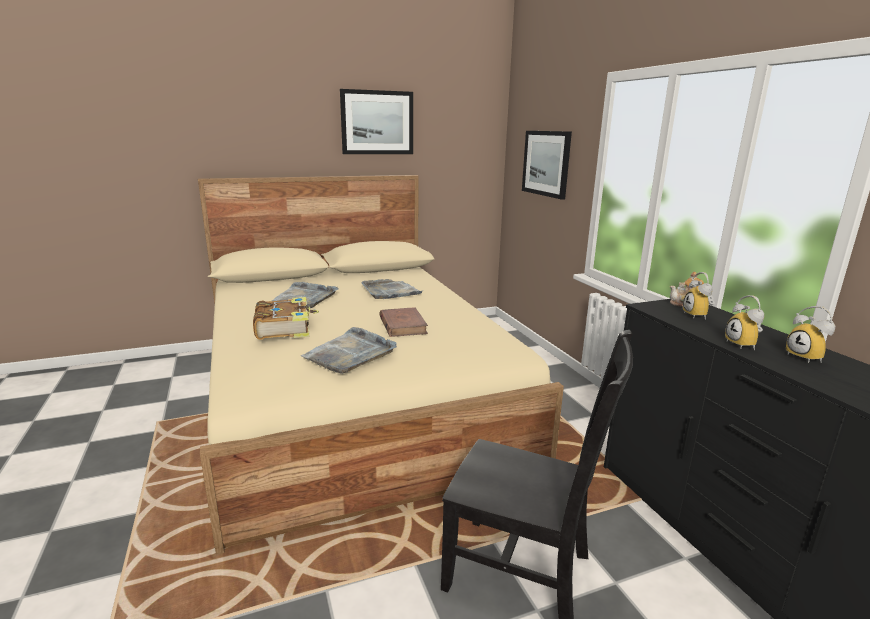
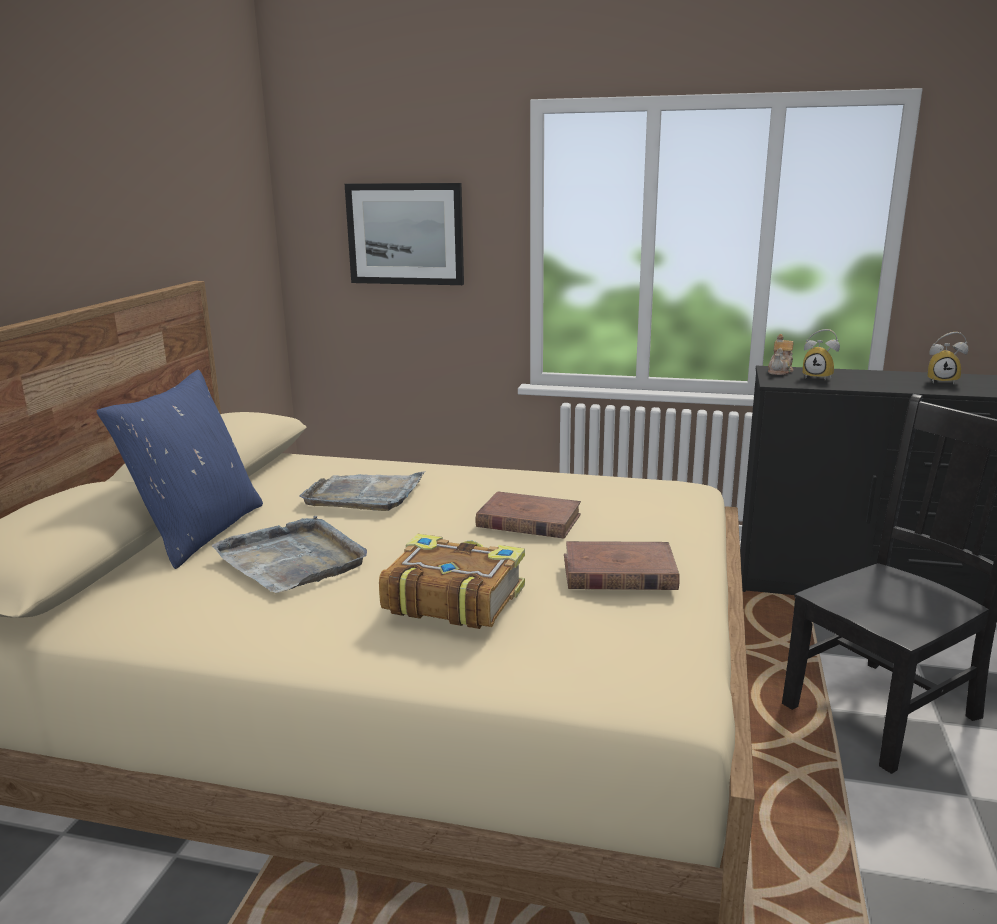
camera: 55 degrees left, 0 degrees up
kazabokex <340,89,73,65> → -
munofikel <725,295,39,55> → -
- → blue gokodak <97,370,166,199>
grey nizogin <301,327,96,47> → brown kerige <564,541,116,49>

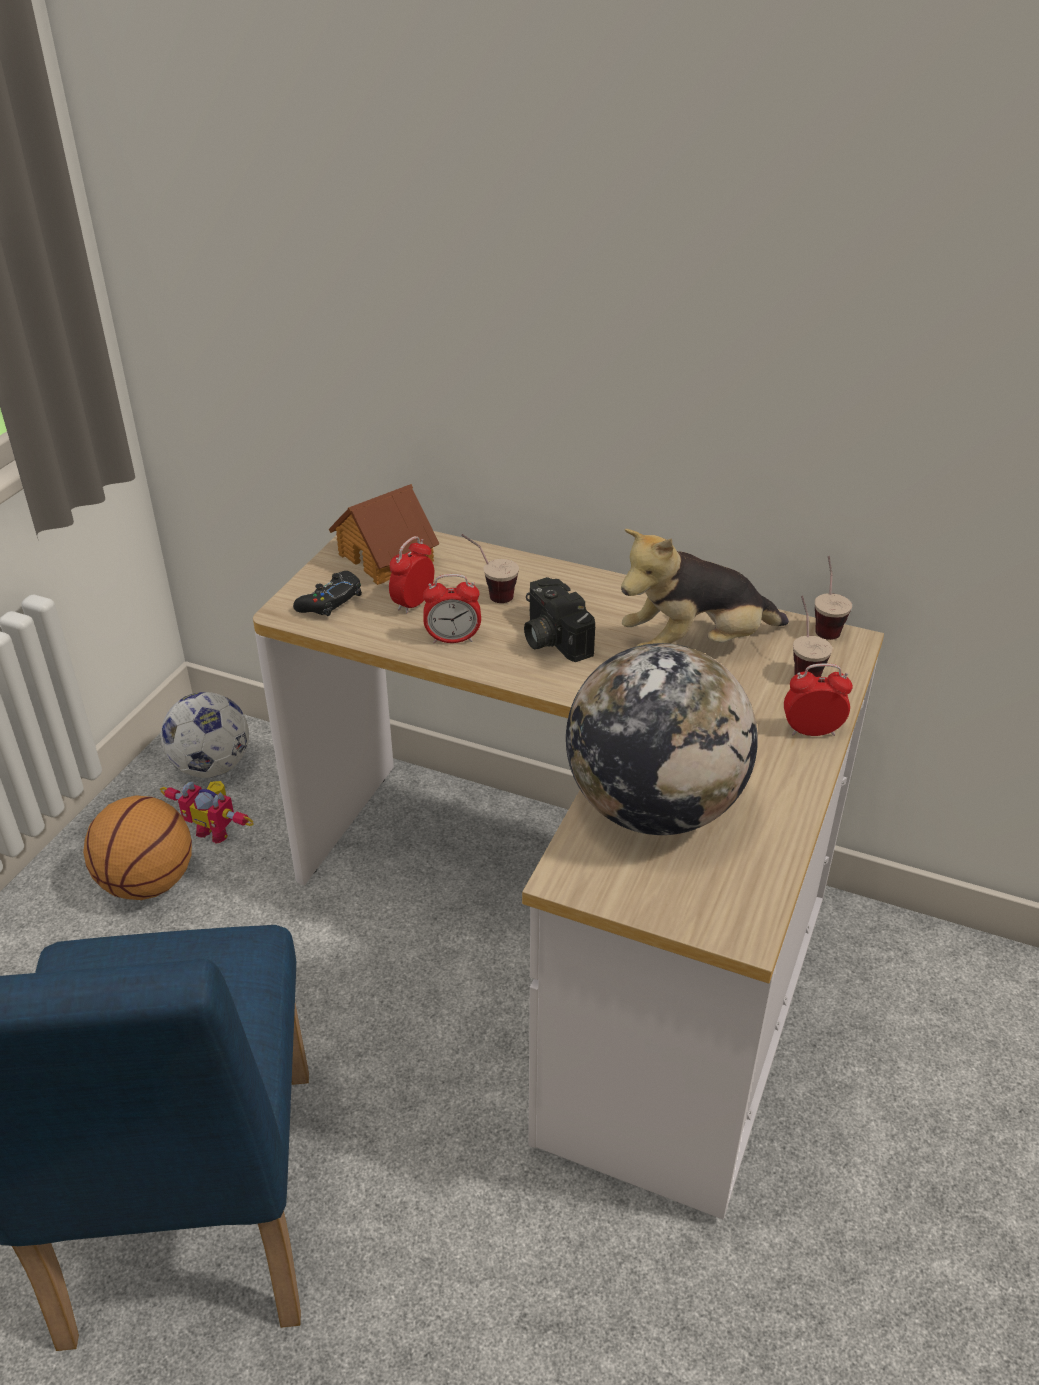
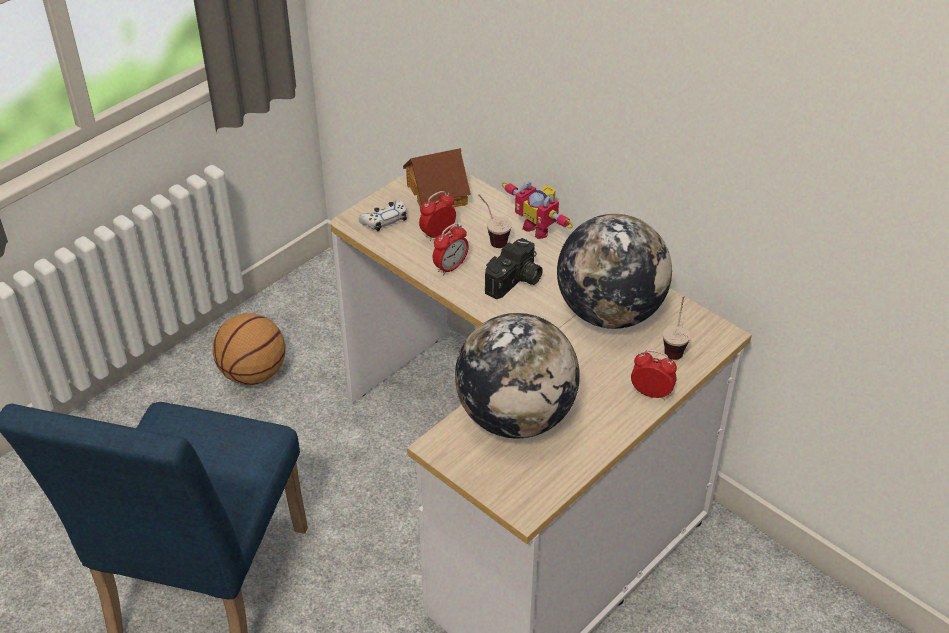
camera: 20 degrees right, 5 degrees up
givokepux <161,692,88,86> → -
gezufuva <815,556,37,84> → -
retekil <160,781,94,63> → retekil <502,181,71,58>, relocated
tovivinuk <621,529,168,118> → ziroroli <557,214,115,115>
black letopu <293,571,69,45> → white letopu <359,200,48,31>
munofikel <423,574,58,69> → munofikel <433,223,36,52>, 60 degrees counterclockwise
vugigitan <524,577,71,85> → vugigitan <485,238,58,61>, 135 degrees counterclockwise

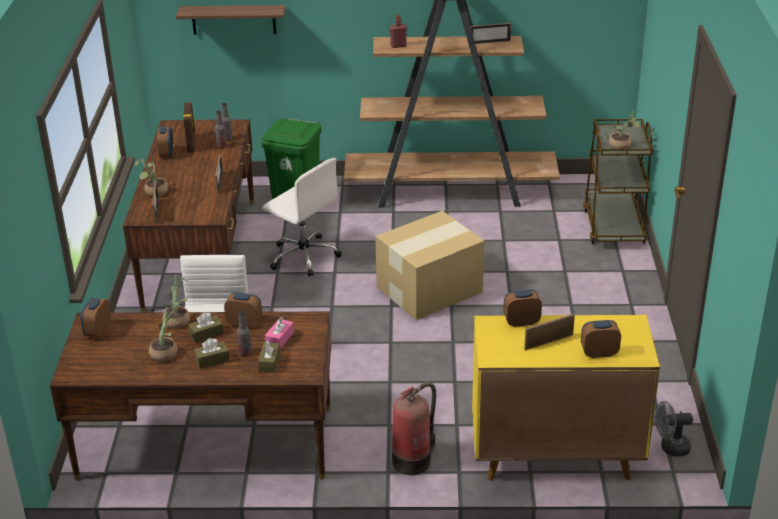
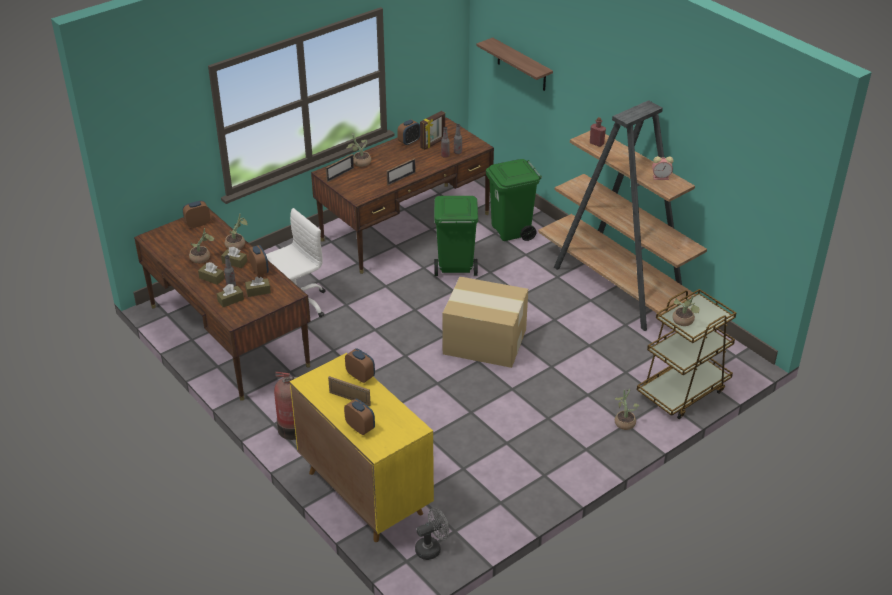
camera: 50 degrees right, 5 degrees up
- → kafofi <615,389,24,41>
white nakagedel <262,158,80,119> → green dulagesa <434,196,44,80>
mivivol <471,23,40,21> → munofikel <652,156,21,24>
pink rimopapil <265,317,29,32> → brown rimopapil <245,277,26,20>
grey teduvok <655,401,38,56> → grey teduvok <415,508,34,52>, 105 degrees clockwise

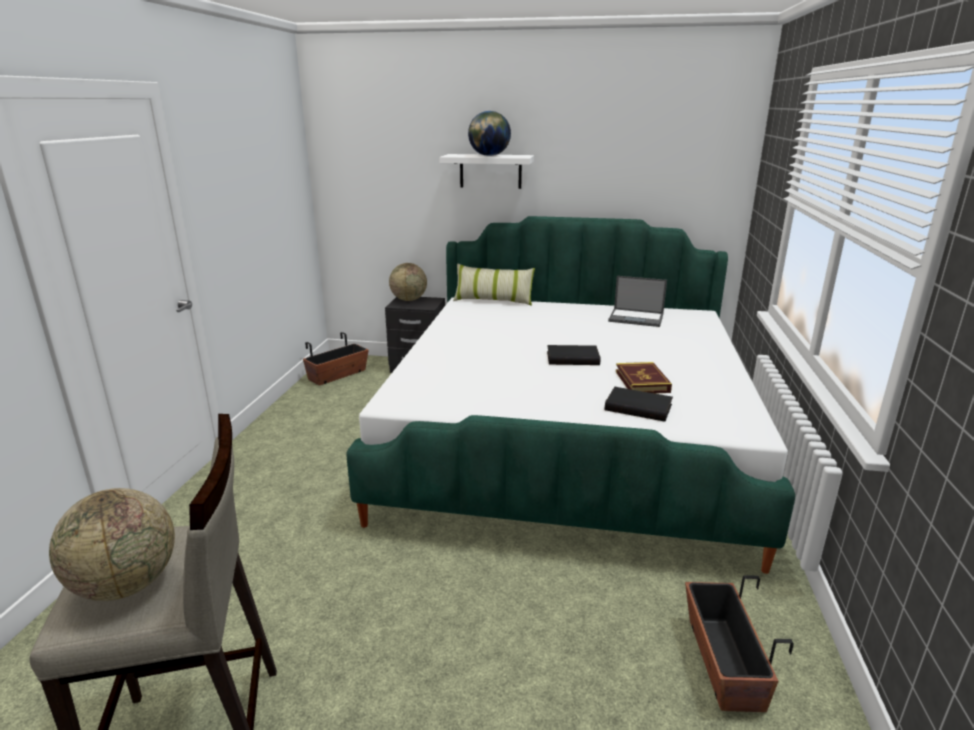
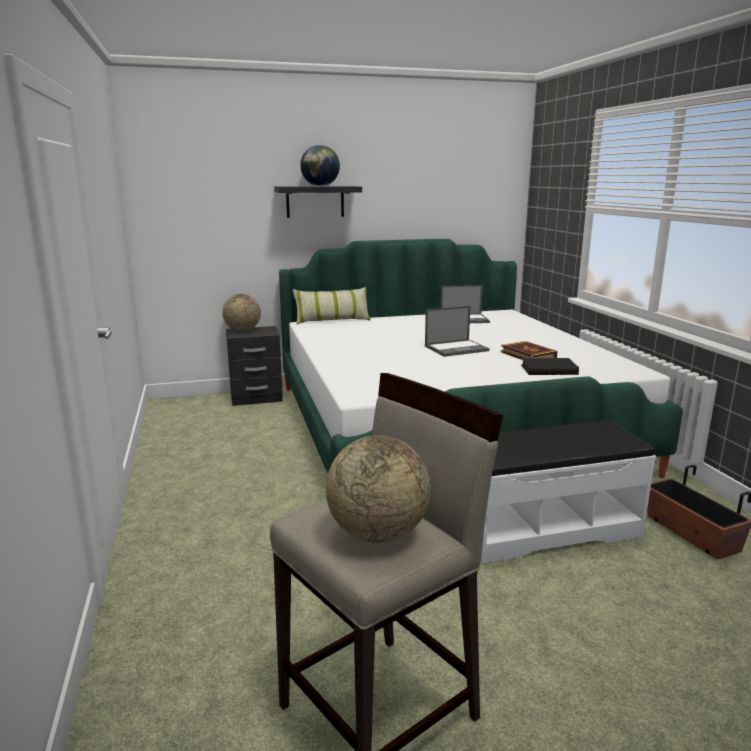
camera: 25 degrees left, 5 degrees down
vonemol <303,332,66,53> → -
- → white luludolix <480,420,176,144>
black kerige <547,345,54,20> → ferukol <425,306,65,51>
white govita <439,154,95,35> → black govita <274,186,88,32>

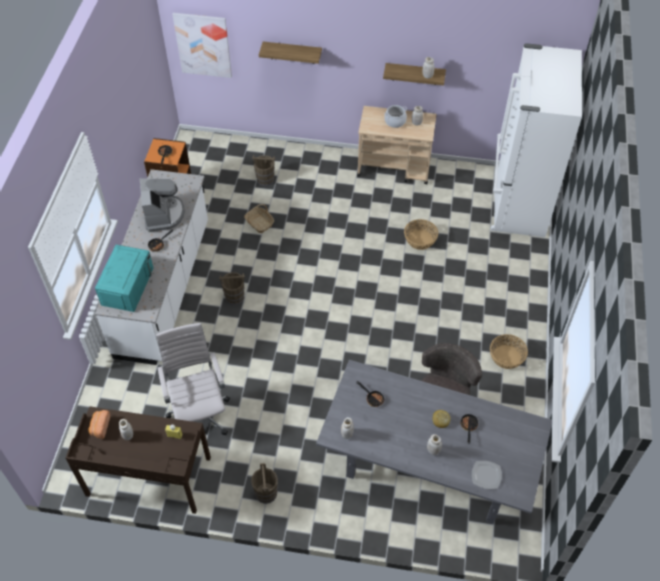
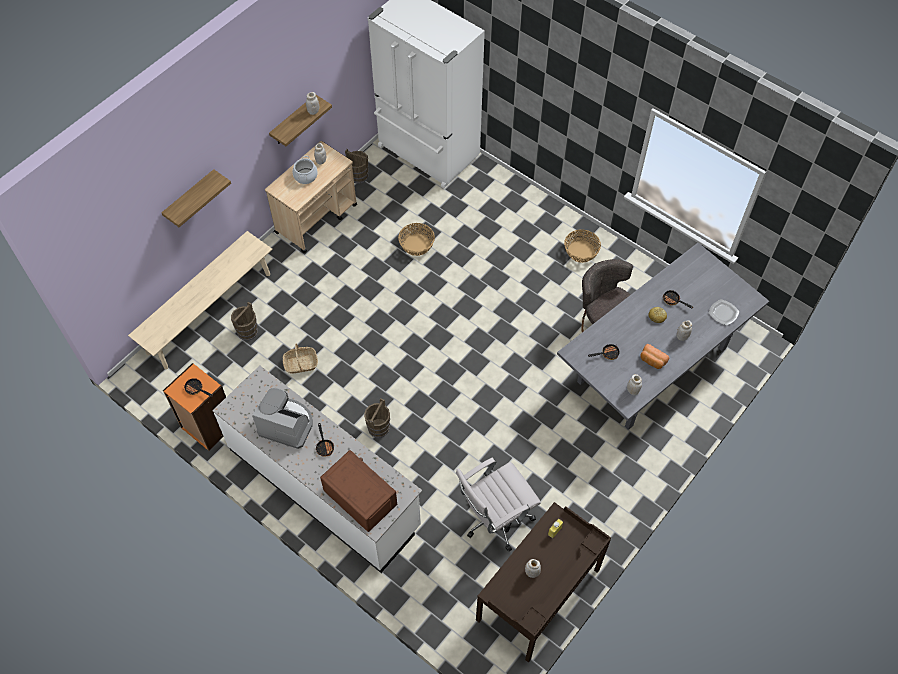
camera: 60 degrees left, 5 degrees up
kazabokex <172,13,60,65> → -
- → beige luludolix <128,231,144,138>
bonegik <88,410,22,29> → bonegik <640,344,29,25>, relocated
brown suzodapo <251,463,27,41> → brown suzodapo <345,149,23,35>, relocated
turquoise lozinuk <95,245,58,67> → brown lozinuk <320,450,77,82>
white nakagedel <156,323,74,112> → white nakagedel <456,458,85,94>, 45 degrees counterclockwise

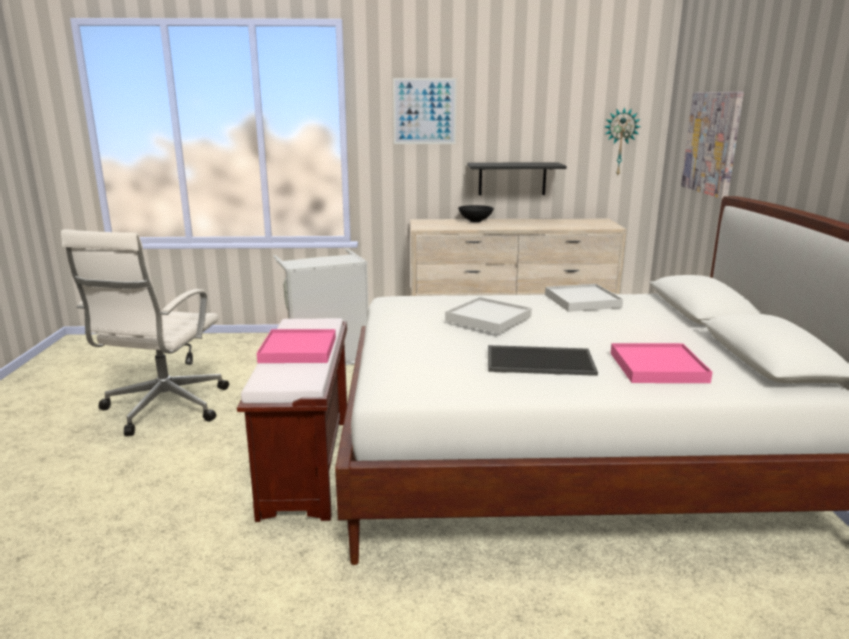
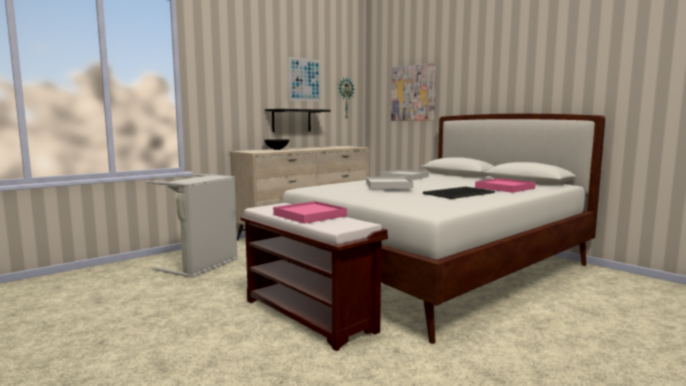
camera: 40 degrees left, 10 degrees down
white nakagedel <61,229,168,207> → -
kazabokex <393,78,64,66> → kazabokex <288,57,34,44>, relocated

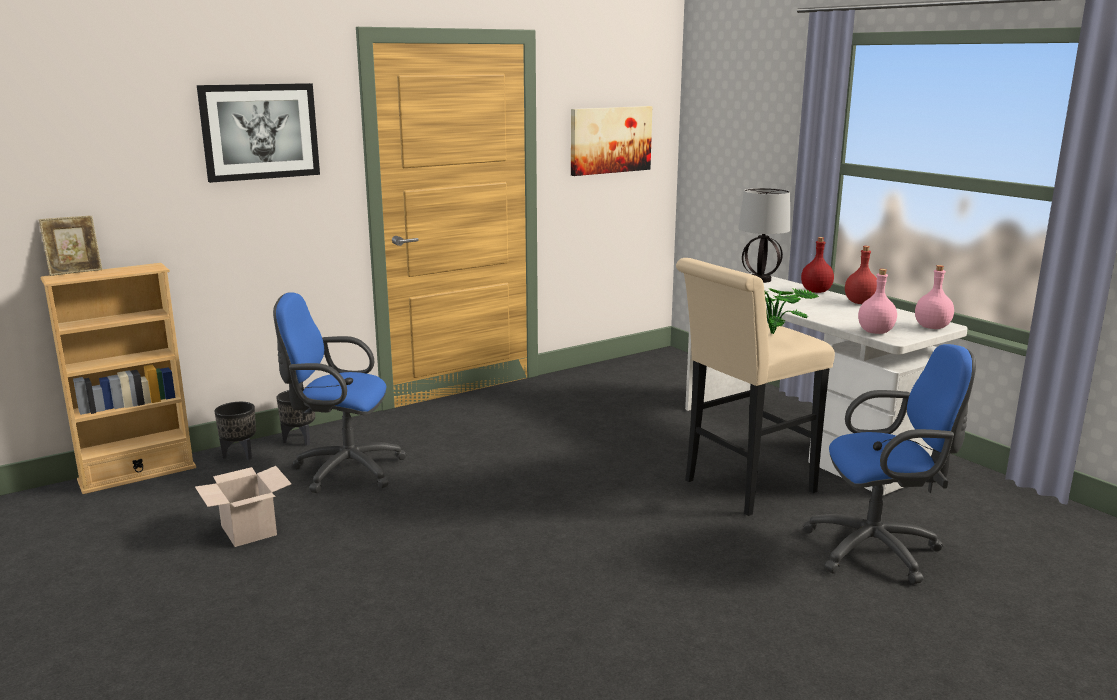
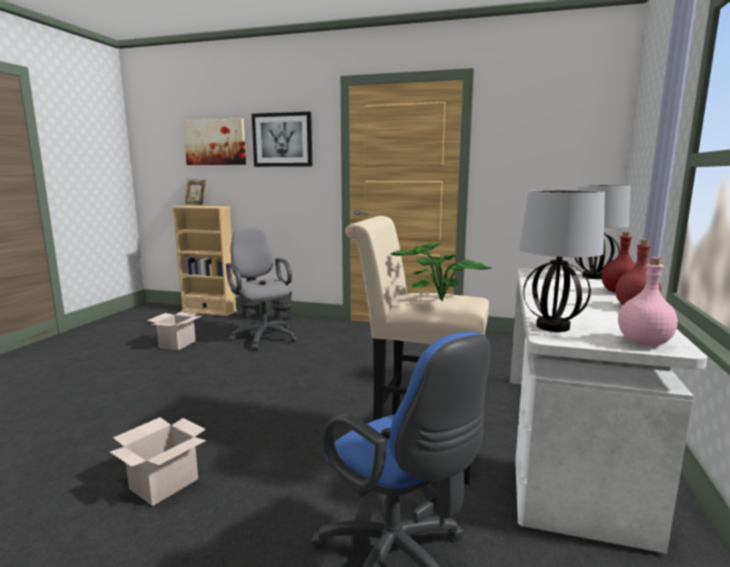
camera: 50 degrees right, 5 degrees down
- → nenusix <110,417,96,89>
kazabokex <571,106,81,70> → kazabokex <183,118,63,47>, relocated
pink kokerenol <858,269,39,65> → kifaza <519,190,86,142>
blue nakagedel <273,292,134,201> → grey nakagedel <226,226,71,124>

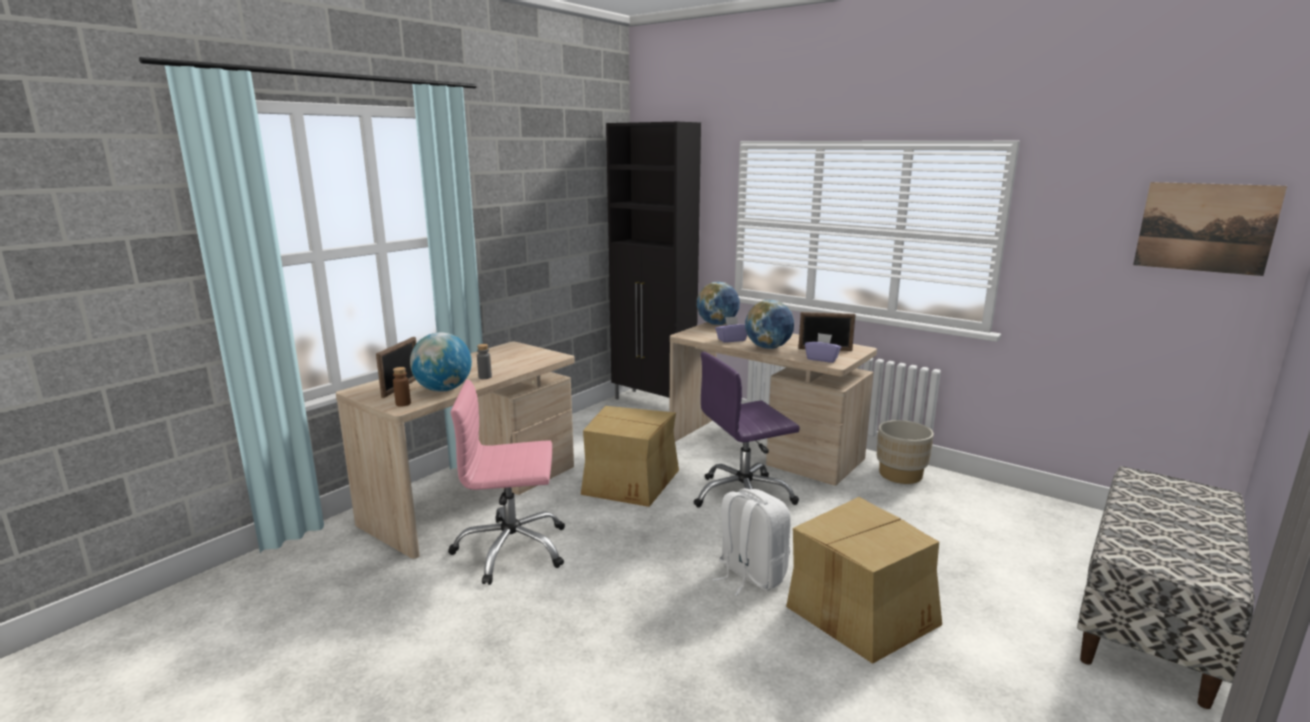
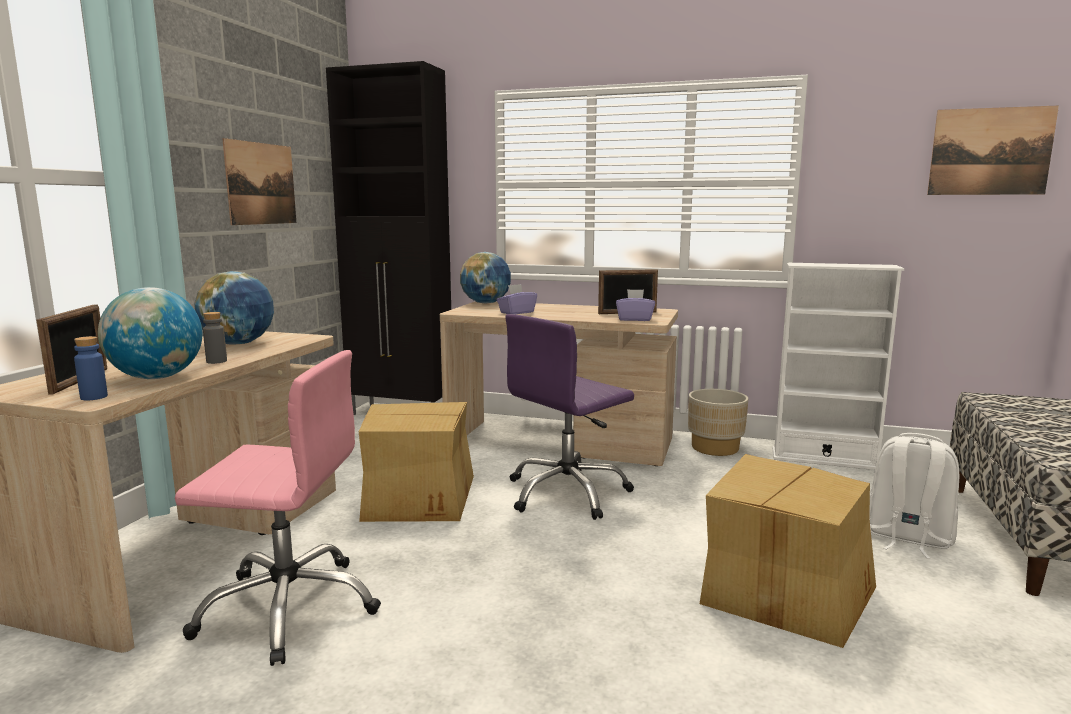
camera: 20 degrees left, 5 degrees down
- → kazabokex <222,138,74,87>
- → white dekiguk <773,263,131,207>
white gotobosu <712,488,79,108> → white gotobosu <869,433,91,126>, relocated
ziroroli <745,300,49,49> → ziroroli <194,271,80,73>, relocated
brown kokerenol <393,367,18,40> → blue kokerenol <74,336,34,64>
pink nakagedel <448,380,117,205> → pink nakagedel <175,350,206,316>, 150 degrees counterclockwise

